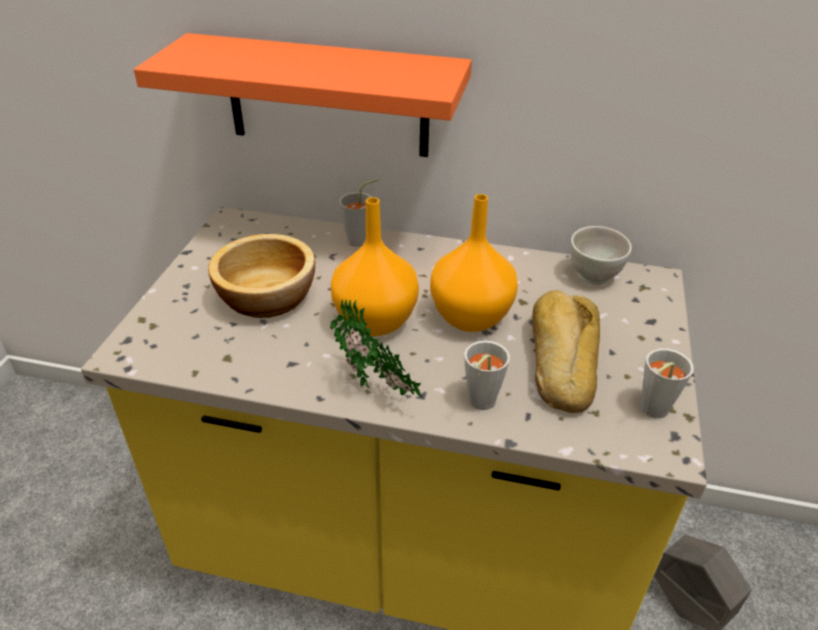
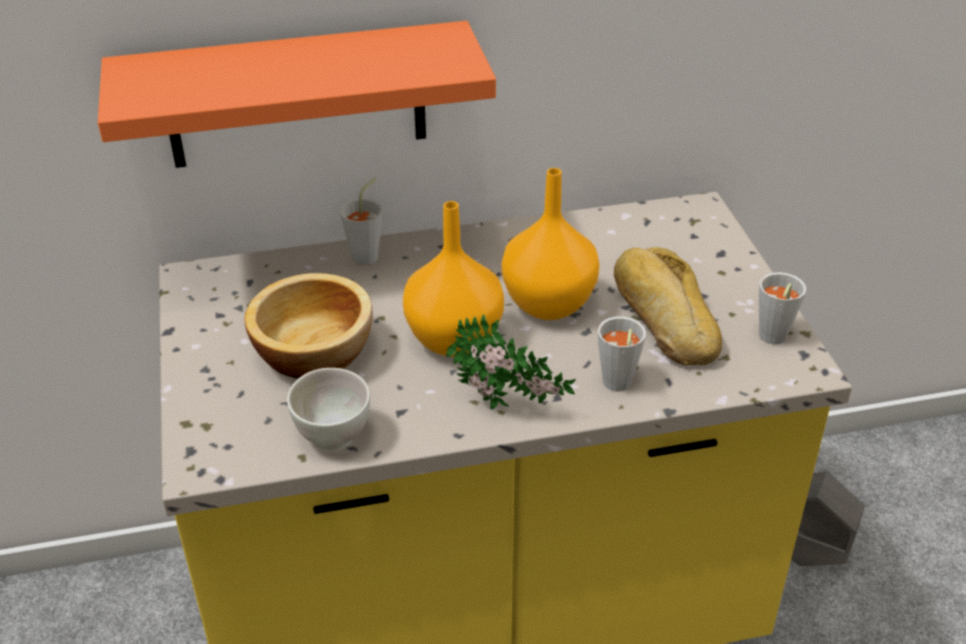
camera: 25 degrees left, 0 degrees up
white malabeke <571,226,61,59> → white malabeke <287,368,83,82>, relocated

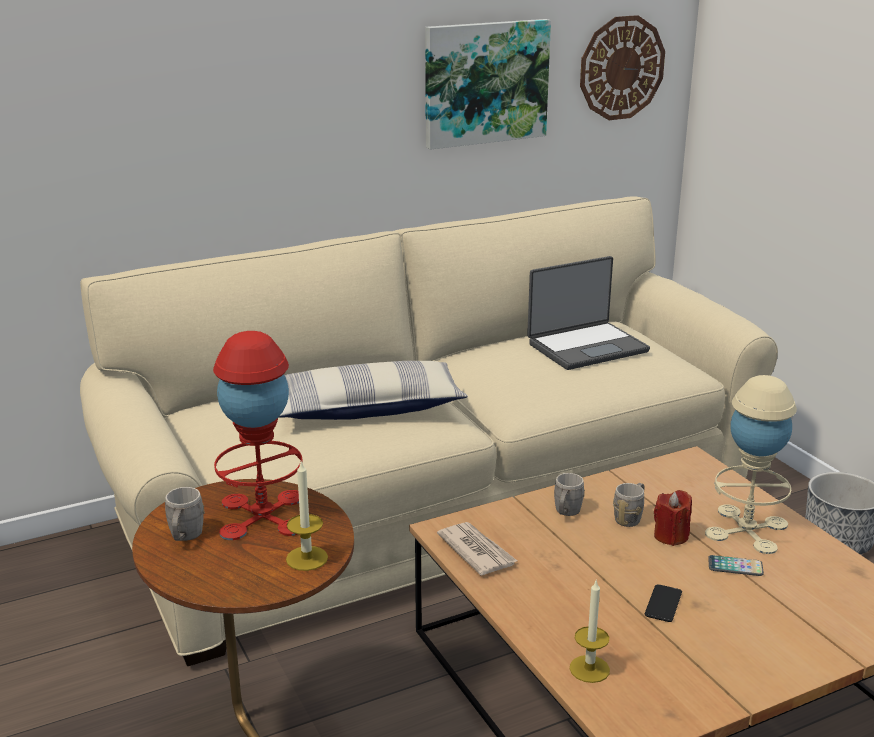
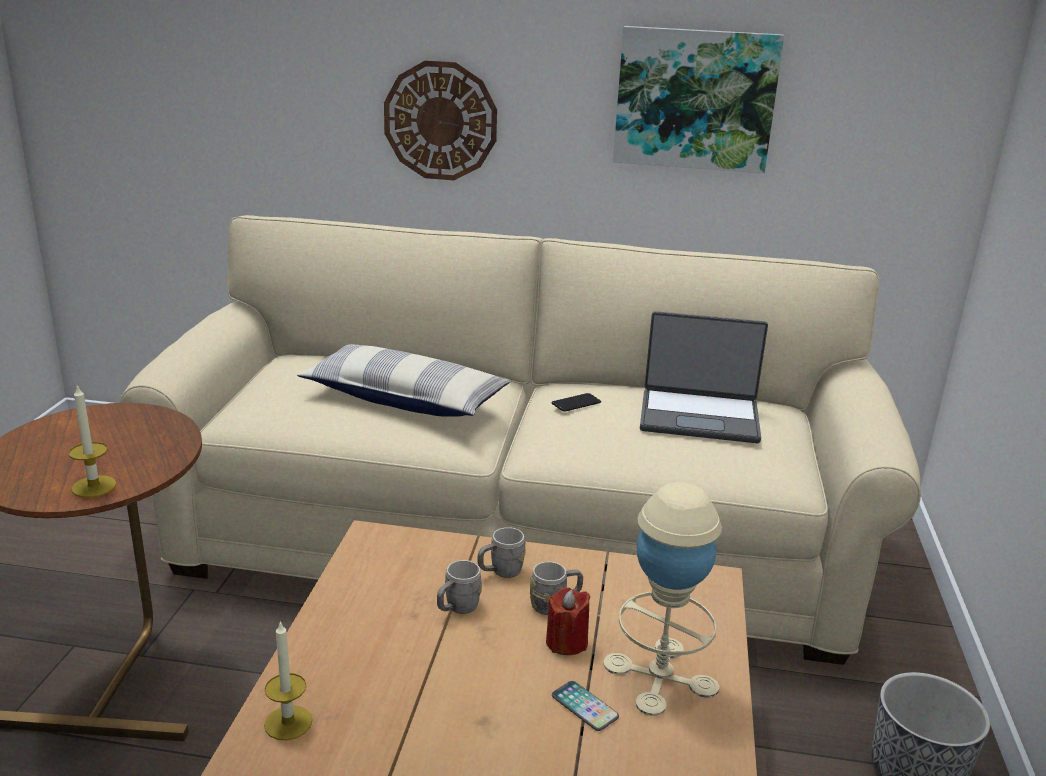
camera: 35 degrees right, 0 degrees up
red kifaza <213,331,90,209> → -
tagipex <437,522,80,54> → -
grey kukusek <165,487,40,54> → grey kukusek <437,560,45,54>, relocated
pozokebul <580,15,85,105> → pozokebul <384,60,113,120>, relocated
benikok <645,584,37,38> → benikok <552,393,49,19>, relocated

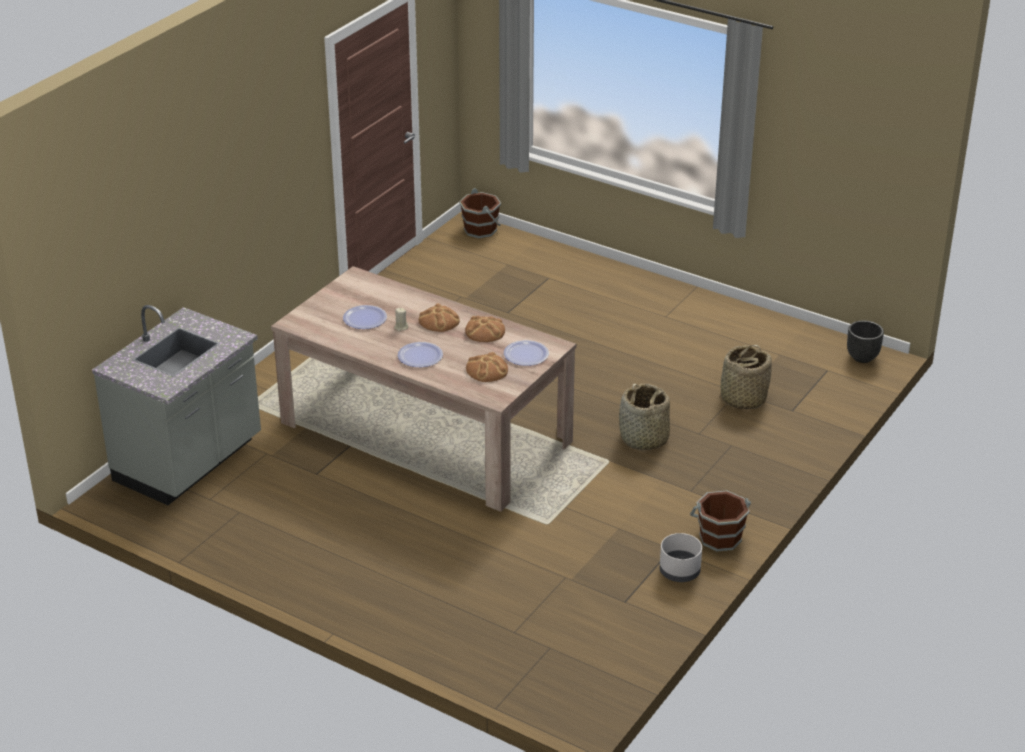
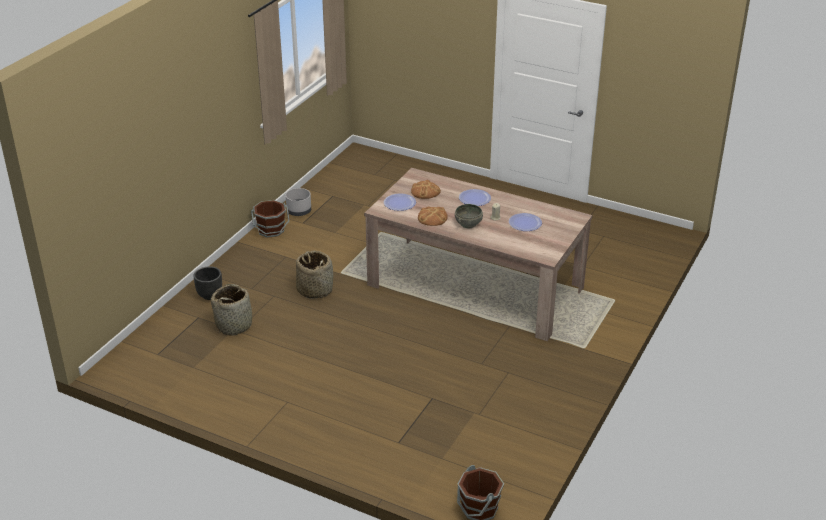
camera: 175 degrees right, 0 degrees up
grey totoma <92,305,169,200> → -
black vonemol <847,320,37,43> → black vonemol <194,266,28,34>, relocated
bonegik <419,303,41,29> → grey malabeke <455,204,28,24>

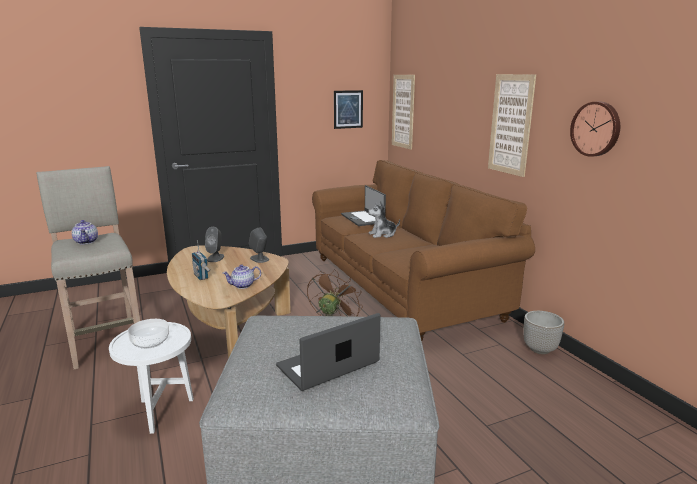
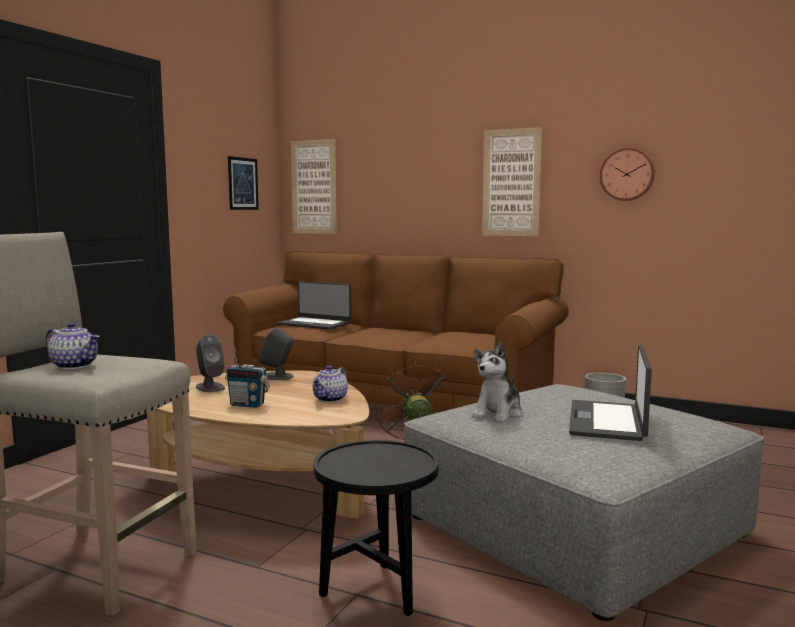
camera: 40 degrees left, 10 degrees down
malabeke <128,319,41,30> → -
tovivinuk <368,201,32,37> → tovivinuk <472,342,50,81>, relocated
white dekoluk <109,322,85,112> → black dekoluk <314,440,125,176>

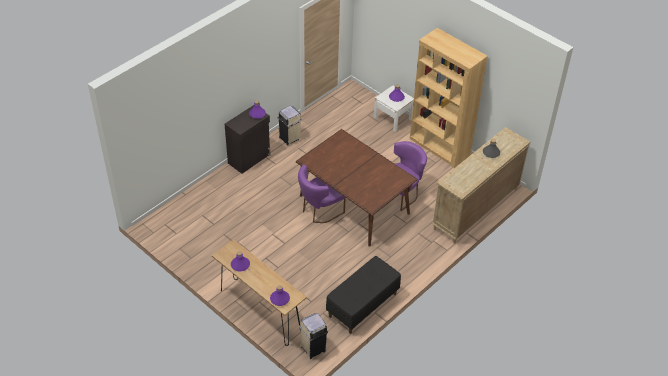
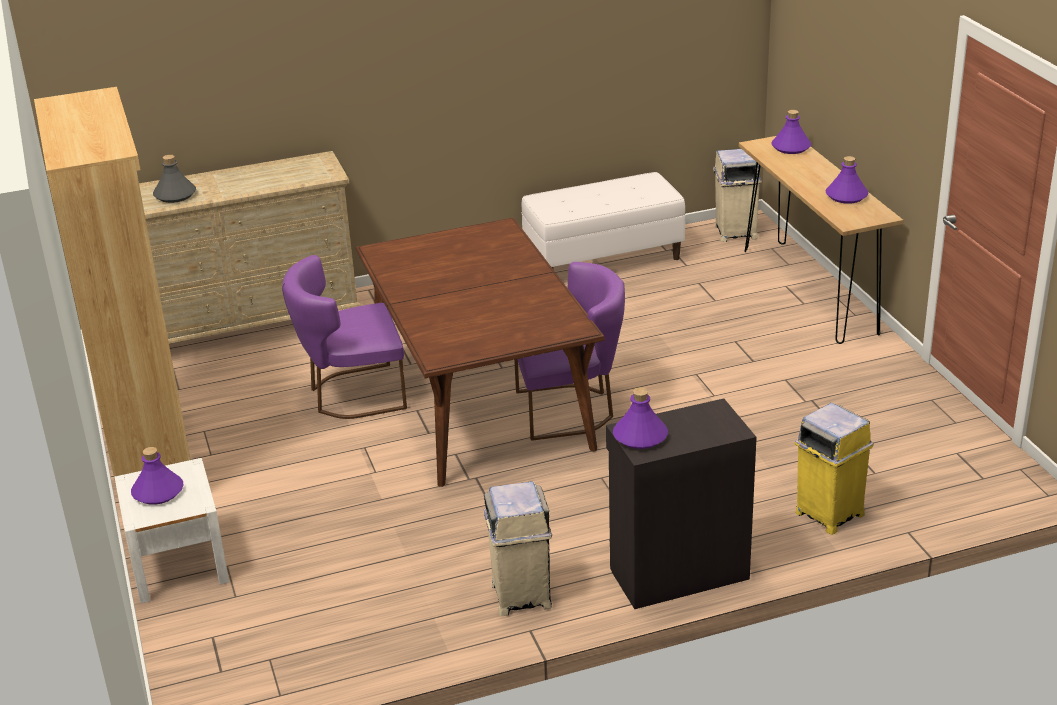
camera: 150 degrees left, 15 degrees down
- → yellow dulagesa <795,403,79,132>
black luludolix <326,256,75,78> → white luludolix <522,172,164,96>

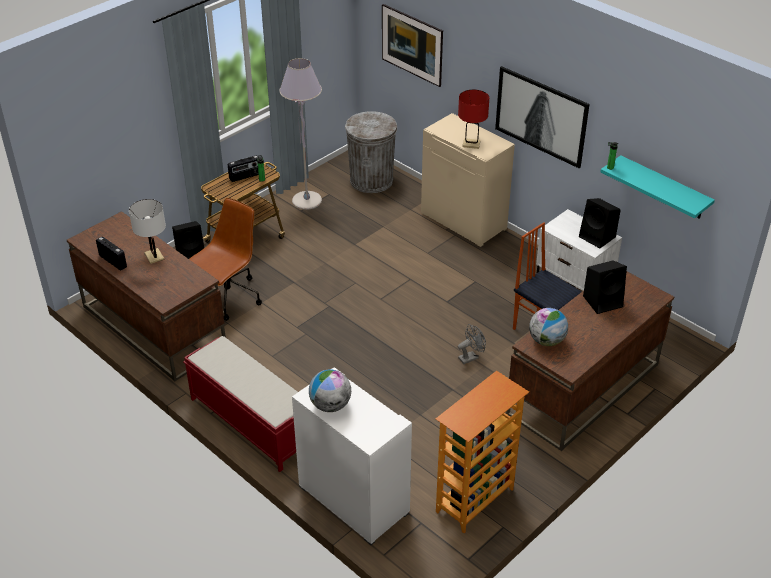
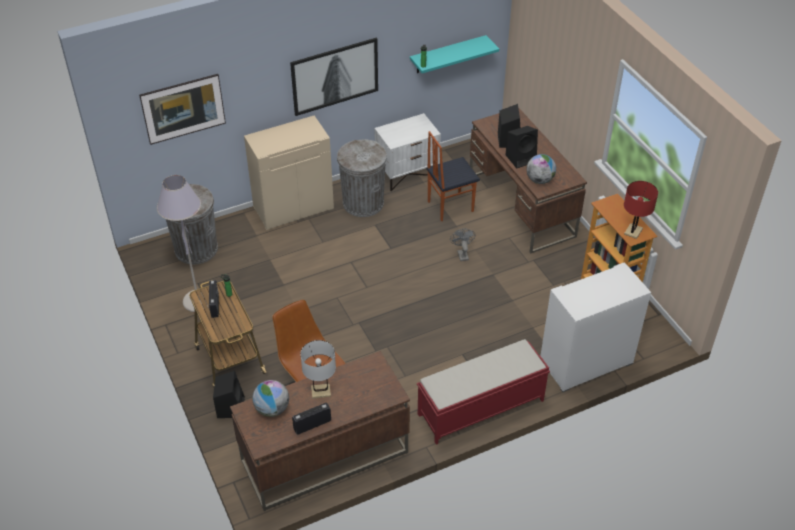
camera: 70 degrees left, 5 degrees up
- → grey dulagesa <337,139,50,78>
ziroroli <309,369,42,43> → ziroroli <252,380,37,37>, relocated
red kifaza <458,90,32,59> → red kifaza <624,181,34,58>, relocated
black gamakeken <579,198,42,50> → black gamakeken <506,126,32,42>, relocated

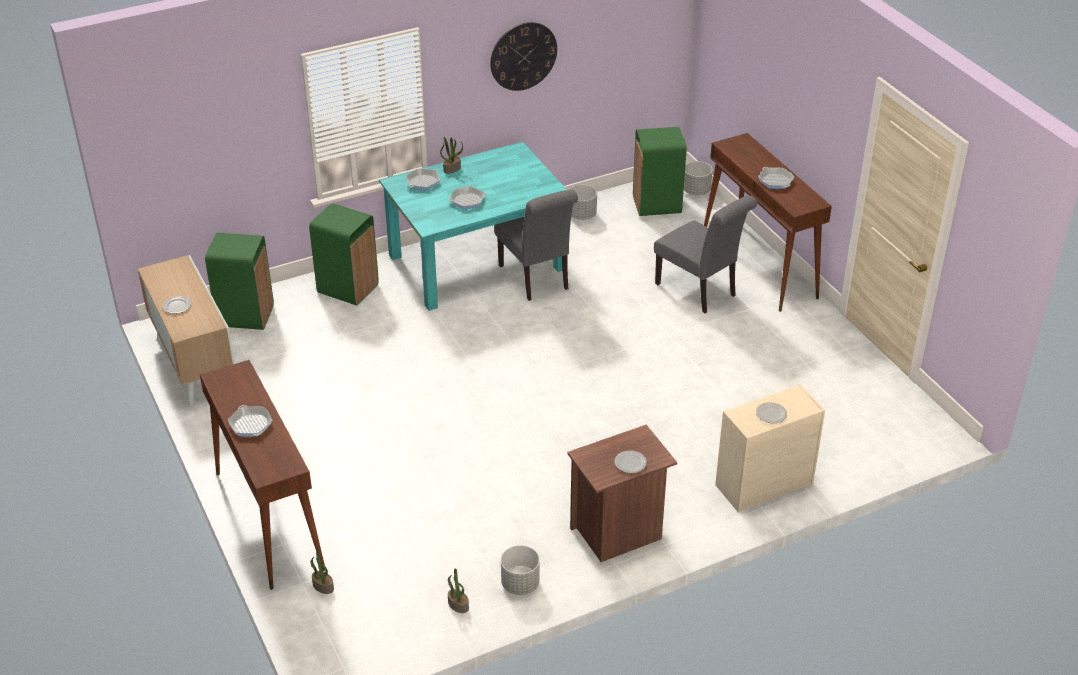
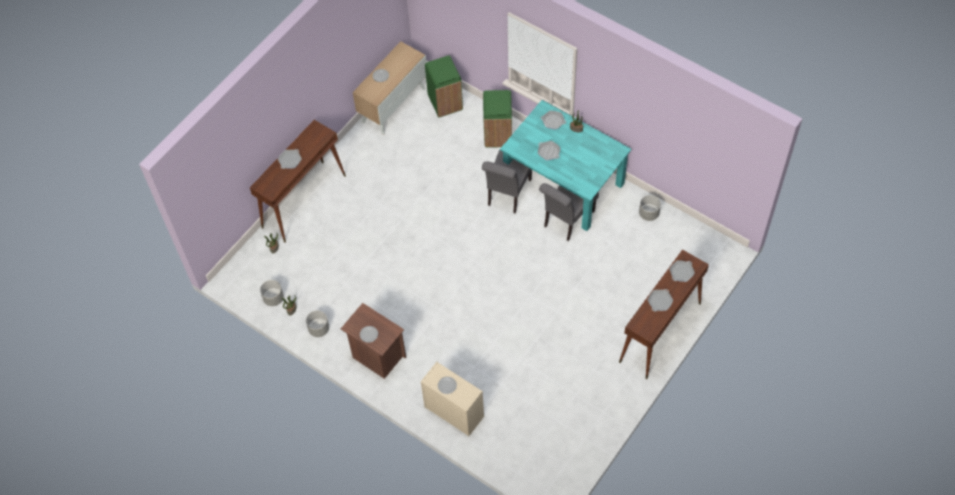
camera: 65 degrees right, 20 degrees up
pozokebul <490,22,67,69> → -
green dulagesa <633,127,54,89> → -
- → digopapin <669,260,26,22>
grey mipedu <654,196,103,117> → grey mipedu <482,150,50,63>, relocated
grey vonemol <684,161,29,34> → grey vonemol <260,280,24,26>, relocated

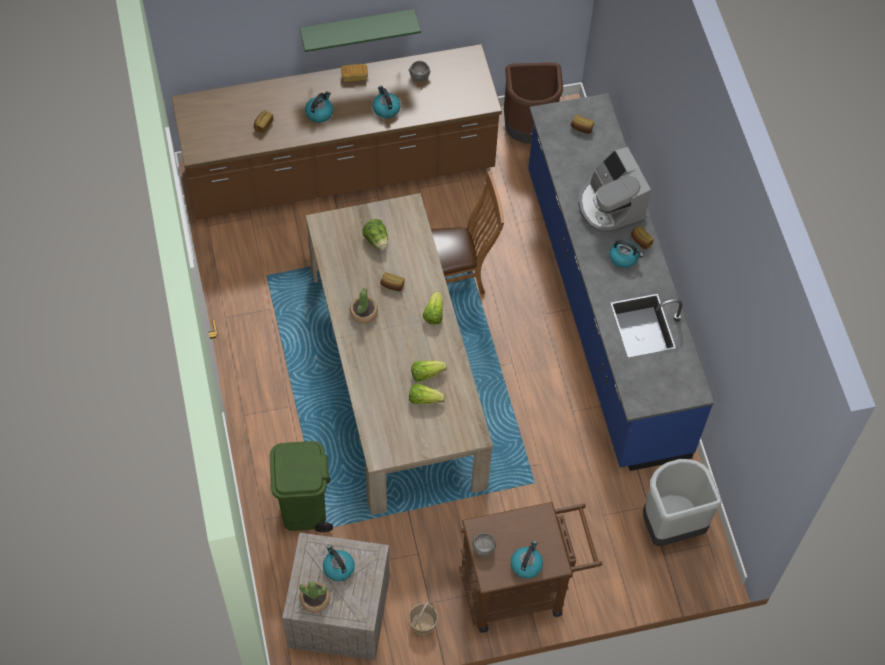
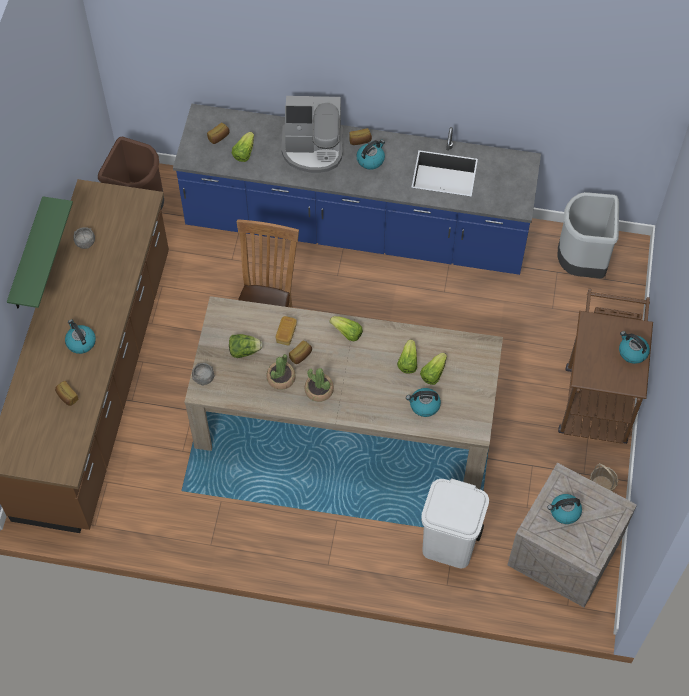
camera: 65 degrees left, 0 degrees up
- → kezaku <232,132,22,30>
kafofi <299,581,31,32> → kafofi <266,354,30,36>, relocated
bonegik <341,64,27,18> → bonegik <276,316,21,29>, relocated
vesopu <372,86,29,32> → vesopu <406,388,35,29>, relocated
grey malabeke <472,533,24,24> → grey malabeke <192,363,23,23>, relocated
green dulagesa <270,441,63,91> → white dulagesa <421,478,68,90>

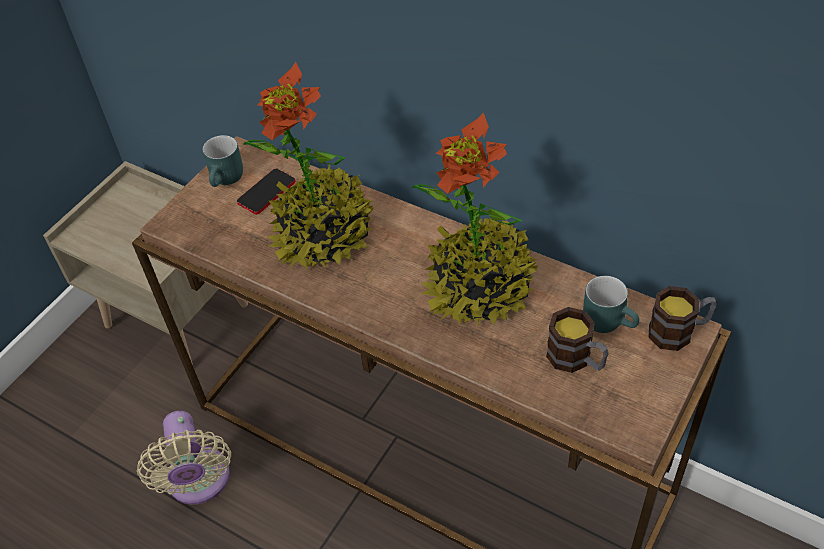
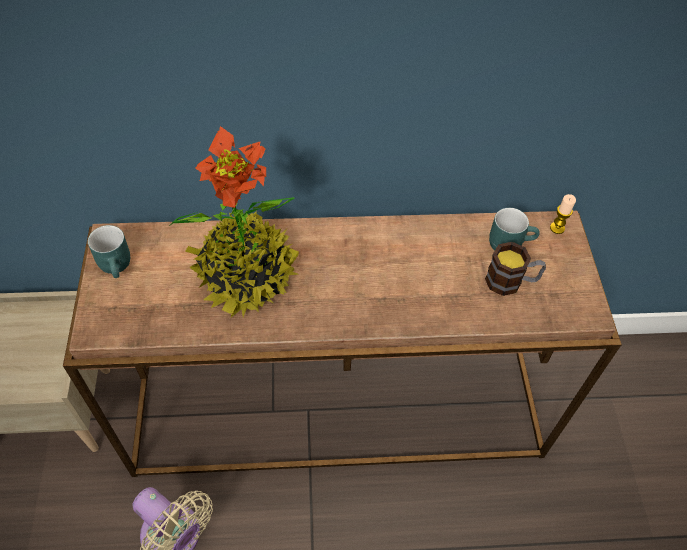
camera: 40 degrees left, 5 degrees up
benikok <237,168,58,47> → -
kafofi <412,113,126,213> → -
kukusek <648,286,69,65> → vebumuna <550,194,26,40>

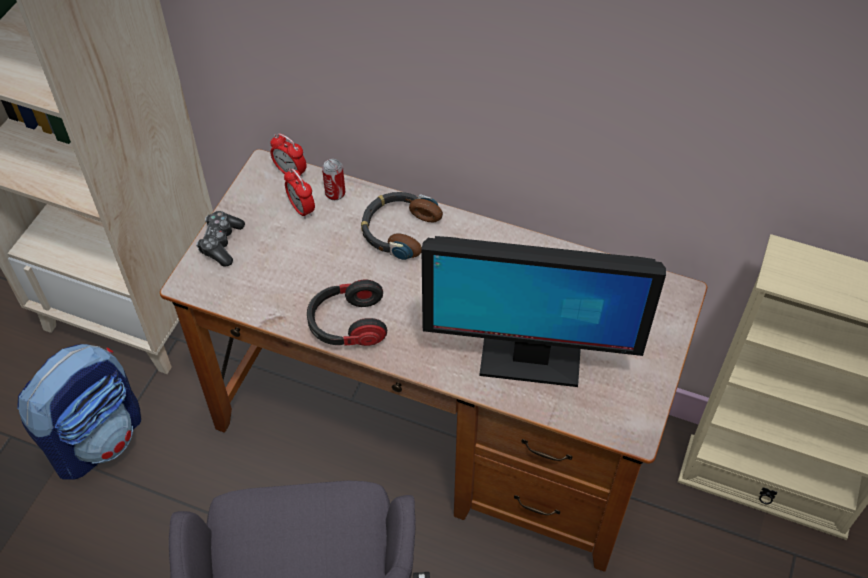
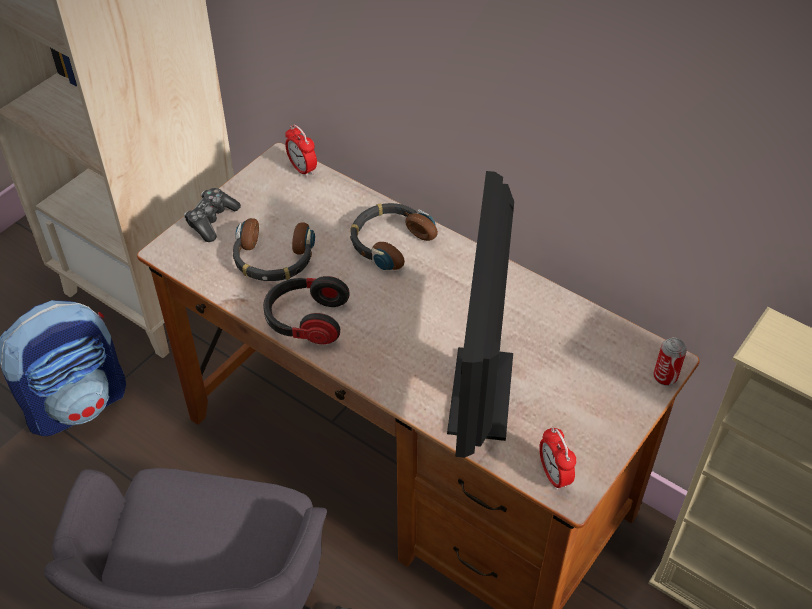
camera: 15 degrees right, 5 degrees down
- → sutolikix <233,218,82,63>
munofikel <284,169,31,50> → munofikel <539,427,37,63>, relocated
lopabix <322,159,23,41> → lopabix <653,338,34,48>, relocated
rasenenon <421,236,245,151> → rasenenon <447,171,67,287>, 75 degrees clockwise

